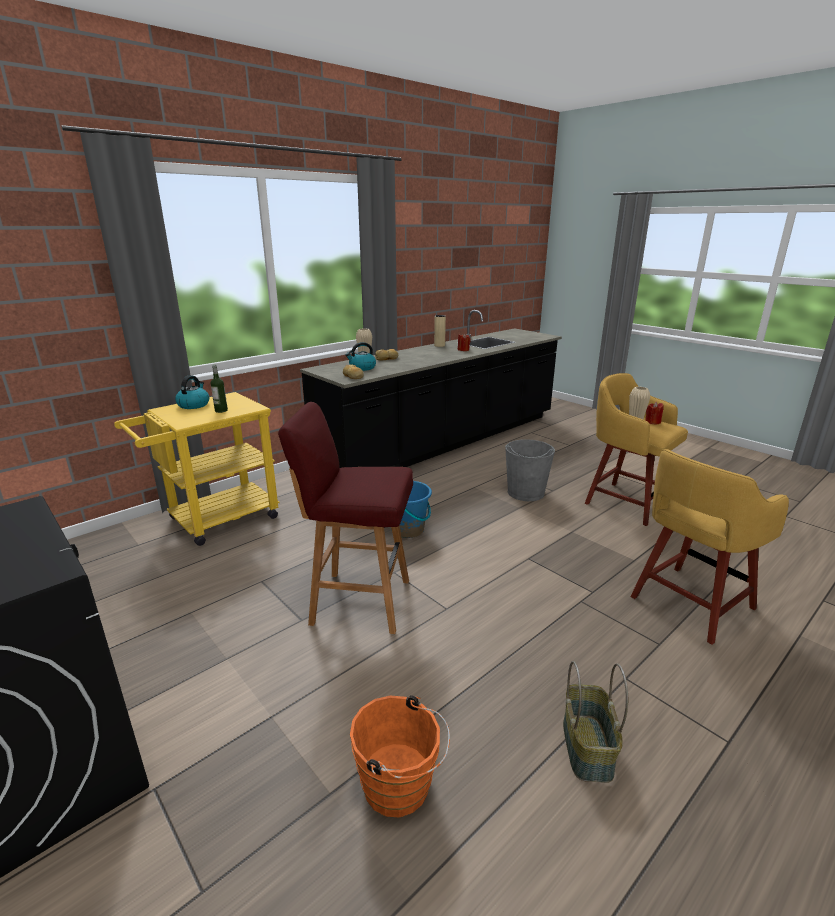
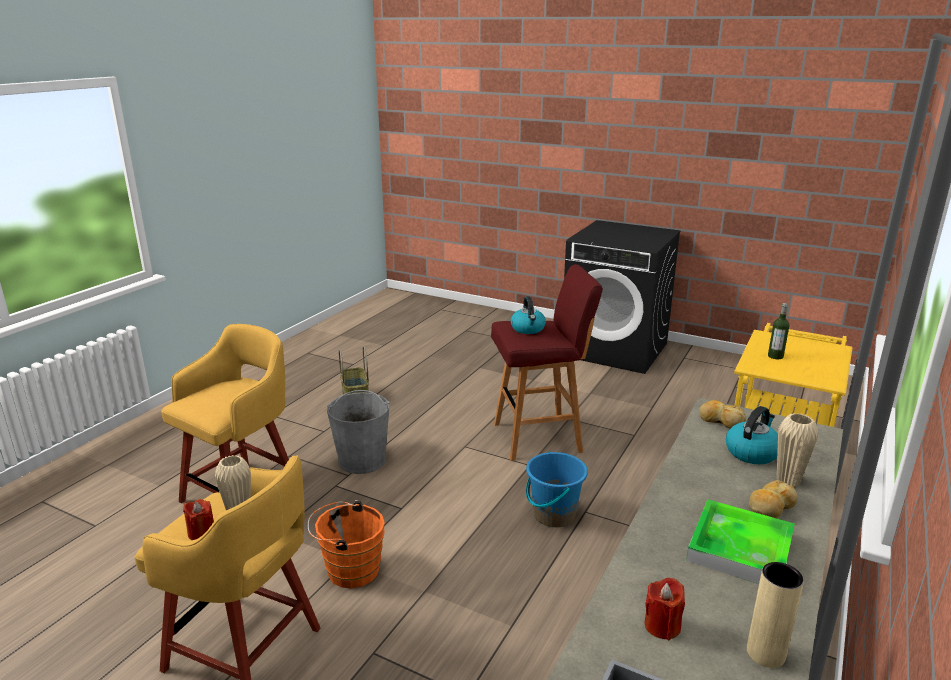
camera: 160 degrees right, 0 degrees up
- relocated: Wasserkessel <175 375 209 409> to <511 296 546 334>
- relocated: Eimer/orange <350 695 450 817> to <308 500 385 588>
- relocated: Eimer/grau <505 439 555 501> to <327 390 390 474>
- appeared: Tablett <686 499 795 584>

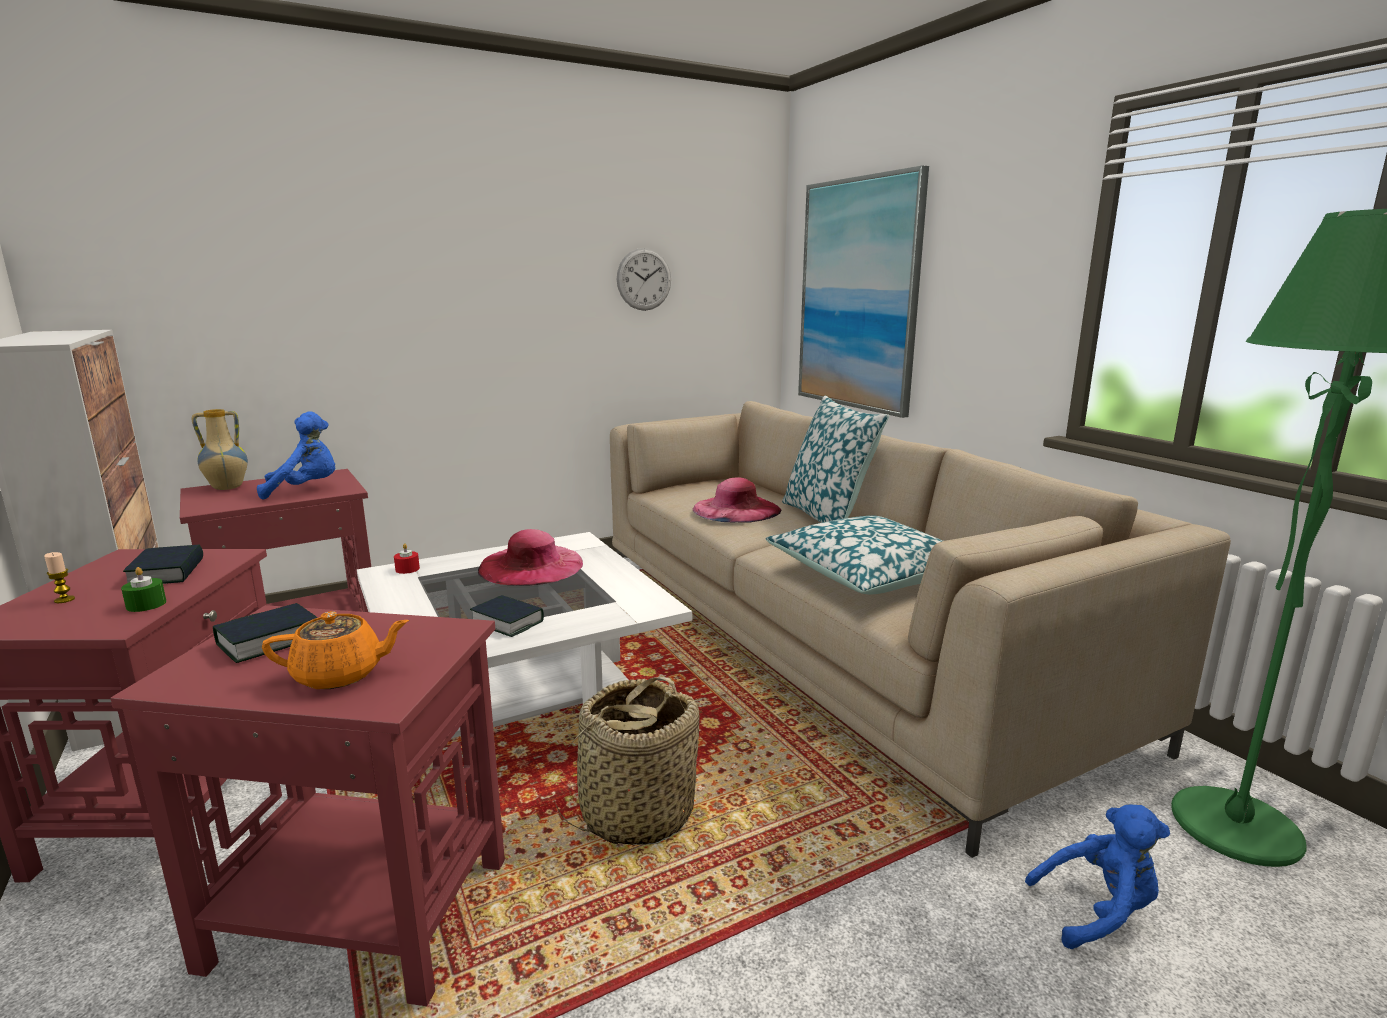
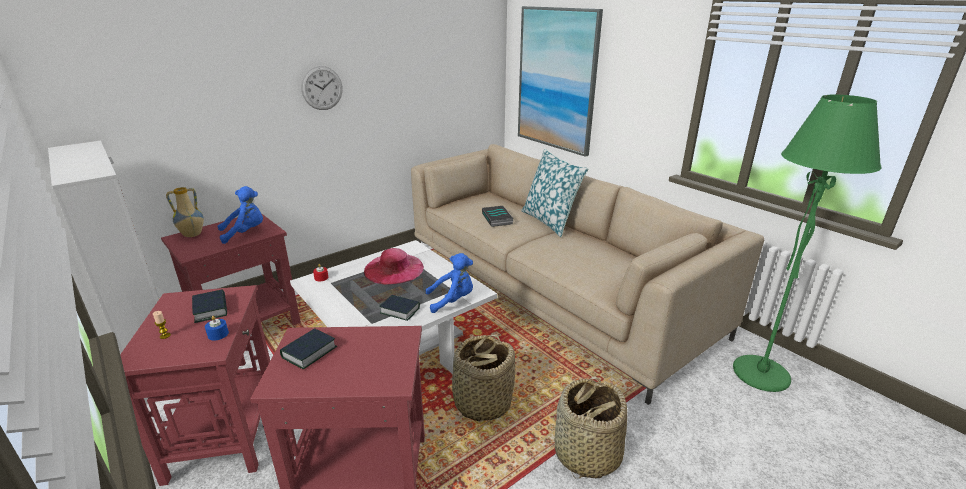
camera: 10 degrees left, 10 degrees up
- colour: Kerze/grün <121 567 167 612> to Kerze/blau <205 316 229 341>
- missing: Teekanne/orange <262 611 409 689>
- relocated: Wanduhr <617 248 671 311> to <301 66 342 110>
- exchanged: Hut/rosa <693 477 781 523> to Buch <482 206 514 227>
- missing: Kissen <766 515 943 594>
- relocated: Plüschtier/blau <1025 805 1170 949> to <425 253 473 313>
- appeared: Korb <554 376 627 478>

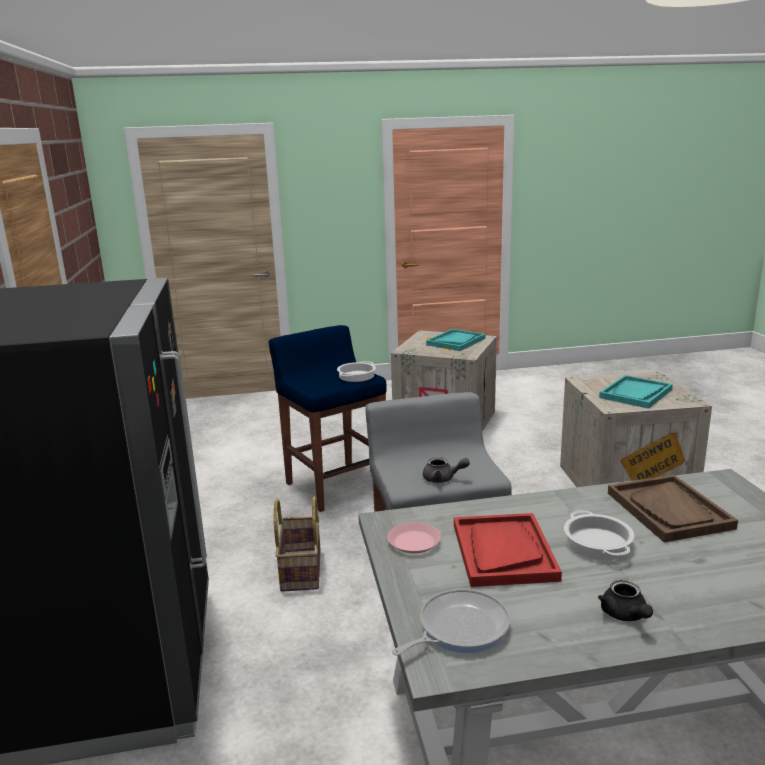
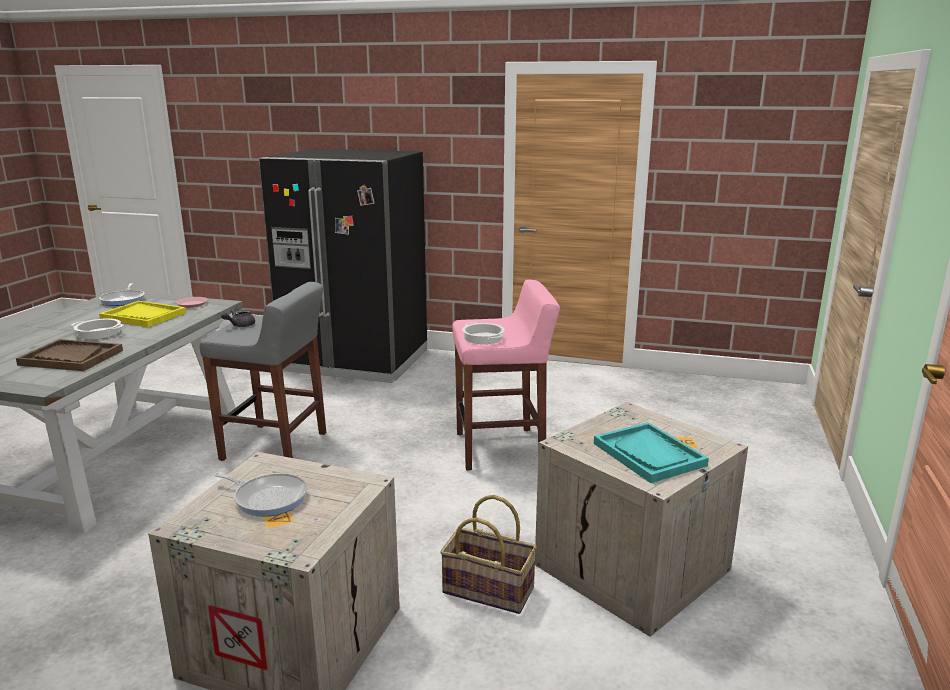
camera: 115 degrees right, 0 degrees up
- colour: Hocker/blau <268 325 387 512> to Hocker/rosa <452 280 560 471>
- relocated: Korb <274 497 321 592> to <440 495 537 614>
- colour: Tablett/rot <454 513 562 587> to Tablett/gelb <99 301 186 327>
- missing: Teekanne/schwarz <598 580 653 621>
- exchanged: Tablett/türkis <599 375 673 409> to Pfanne <214 473 308 517>

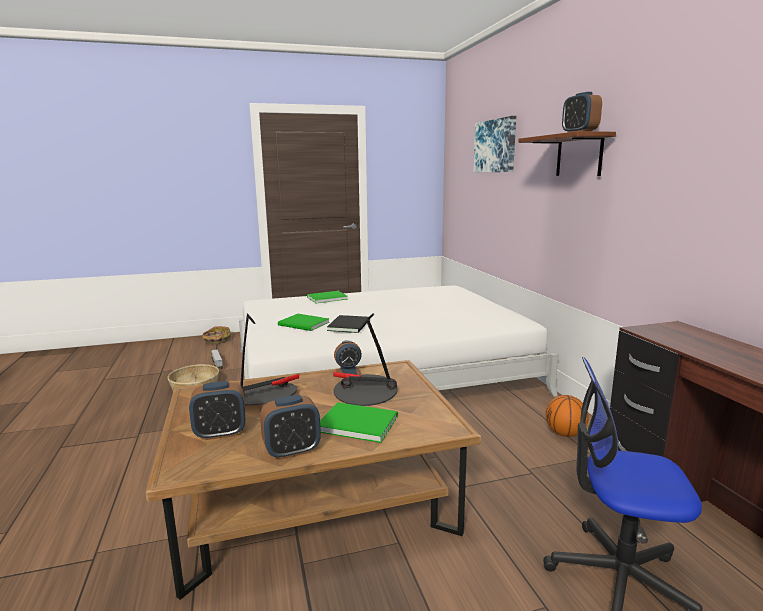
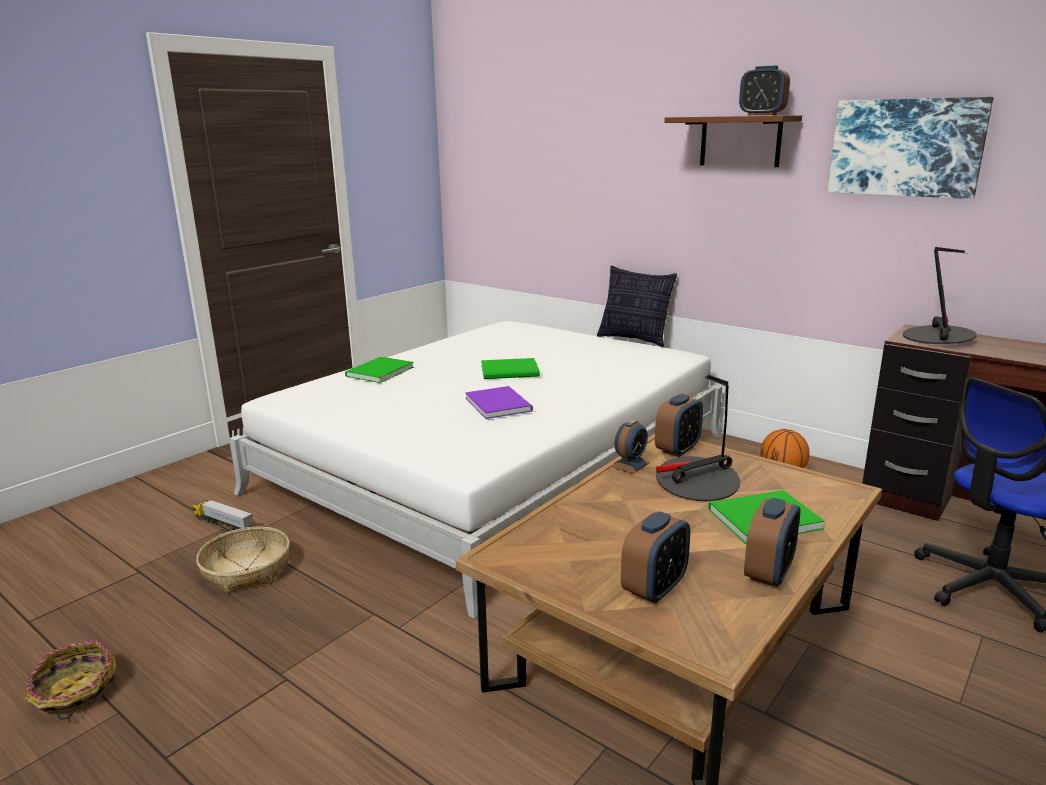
camera: 35 degrees left, 5 degrees up
- relocated: Korb <202 326 231 344> to <23 640 116 720>
- relocated: Tischlampe <240 313 299 406> to <903 247 977 344>
- relocated: Buch/grün <278 314 330 331> to <481 358 540 379>
- colour: Buch/schwarz <327 315 368 333> to Buch/lila <465 386 533 419>
- relocated: Bild <473 116 516 172> to <828 97 993 199>
- appeared: Kissen <597 266 677 347>
- appeared: Wecker <655 394 703 457>

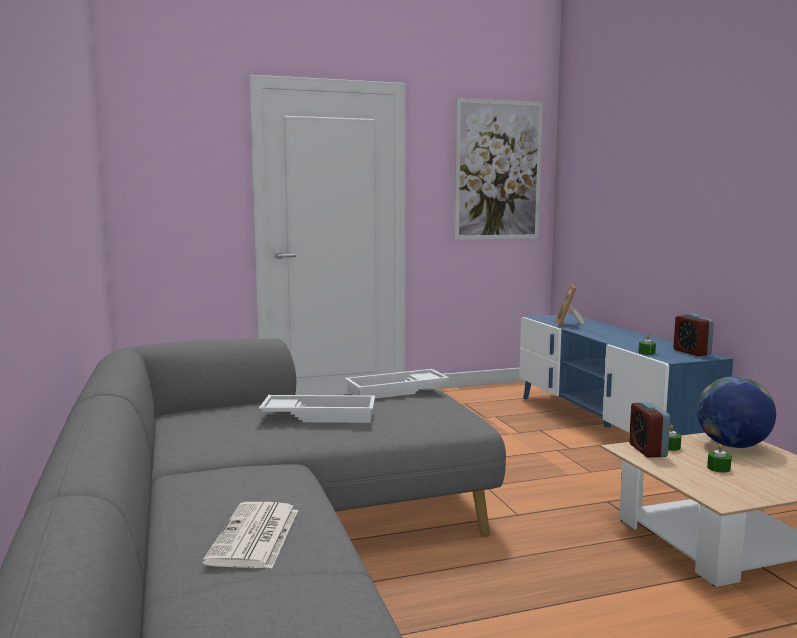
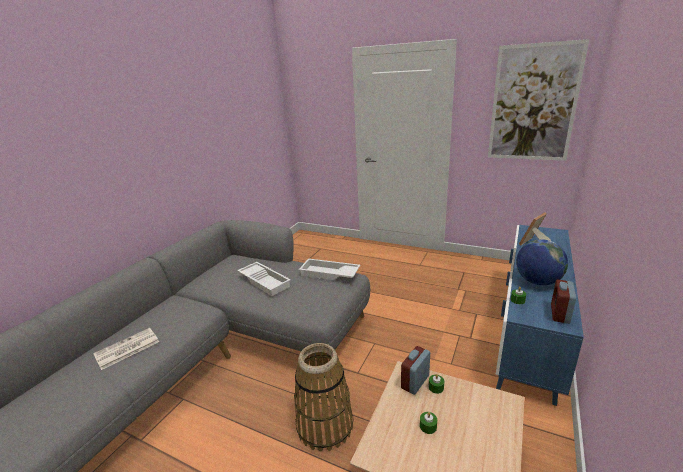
camera: 45 degrees right, 15 degrees up
- relocated: Globus <697 376 776 448> to <516 239 568 285>
- appeared: Korb <294 343 353 452>

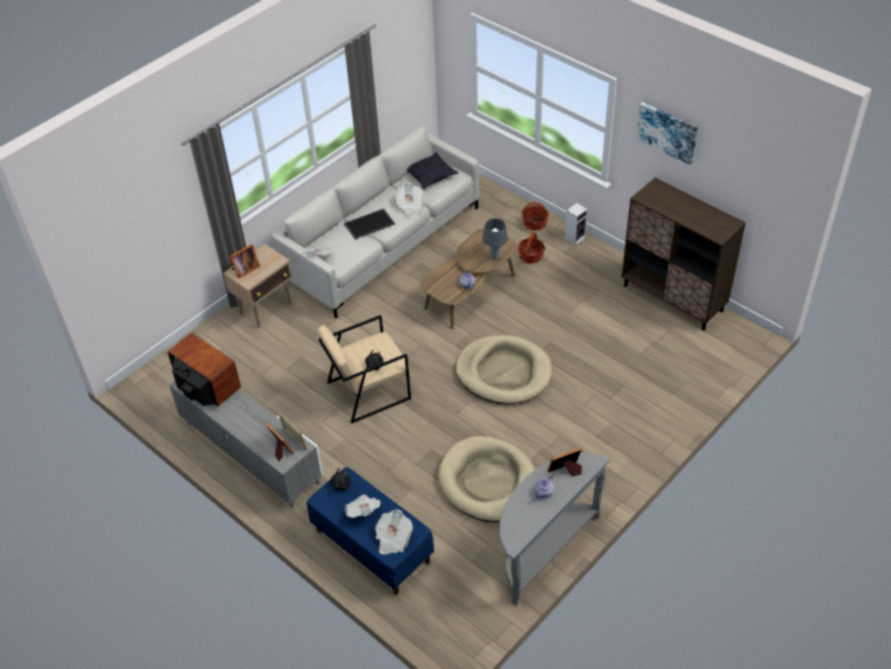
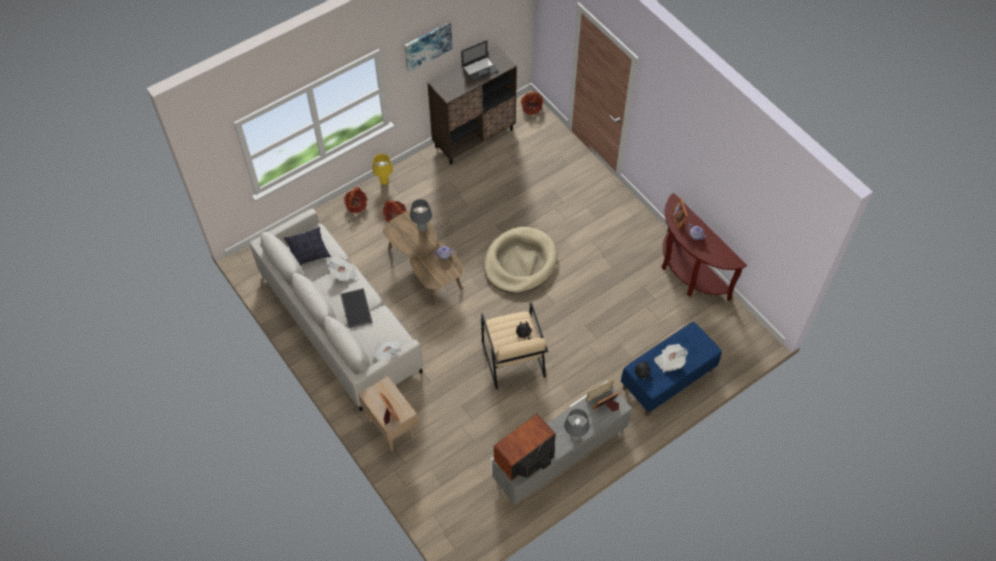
camera: 80 degrees left, 10 degrees up
- missing: Zeitung <375 510 413 554>
- missing: Hundebett/beige <438 436 536 522>
- colour: Konsolentisch/grau <499 453 610 605> to Konsolentisch/braun <662 193 747 301>
- exchanged: Lautsprecher <565 203 588 245> to Tischlampe/gelb <372 154 393 185>
- appeared: Laptop <461 40 499 82>
- appeared: Korb <521 91 543 115>
- appeared: Tischlampe/grau <564 409 590 440>

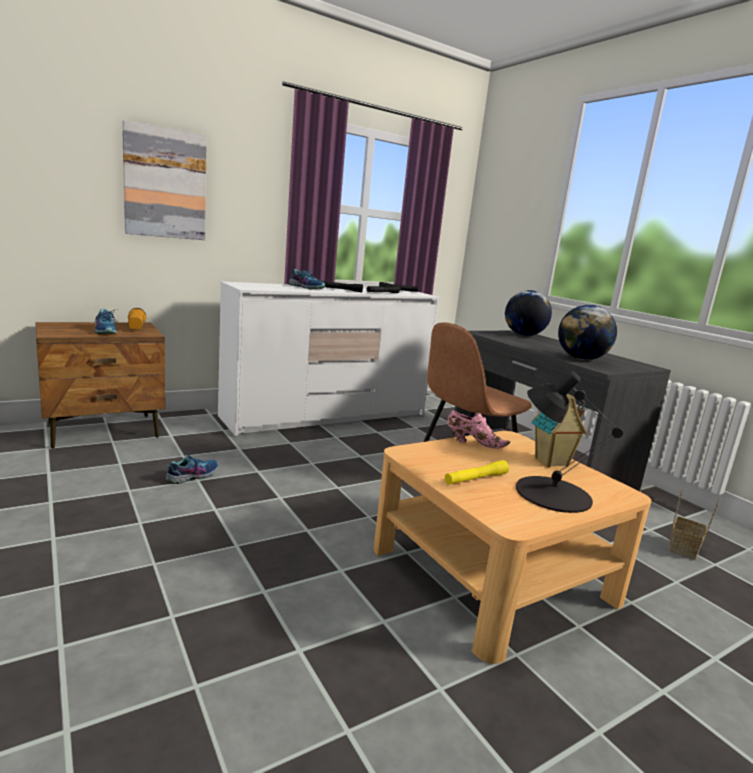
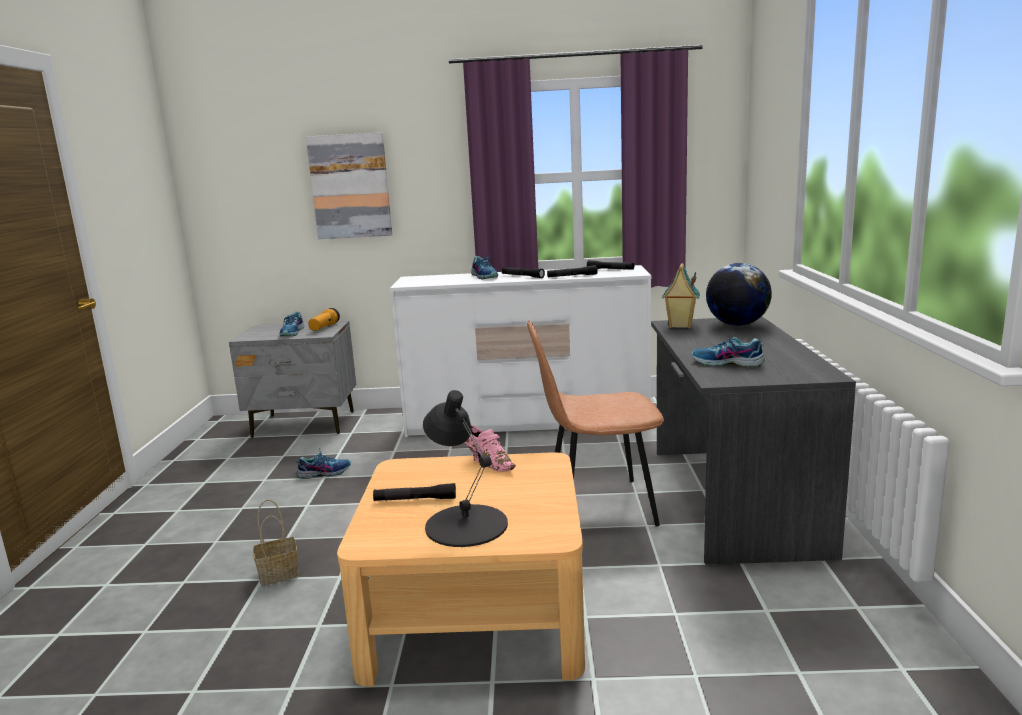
camera: 35 degrees right, 0 degrees up
- colour: Nachttisch/braun <35 322 165 448> to Nachttisch/grau <229 321 356 438>
- colour: Taschenlampe/gelb <445 460 509 485> to Taschenlampe/schwarz <373 483 456 501>
- relocated: Spielzeughaus <532 394 587 467> to <662 263 700 328>
- exchanged: Globus <558 305 617 360> to Schuh <692 337 765 367>
- relocated: Korb <668 486 720 560> to <253 500 299 586>

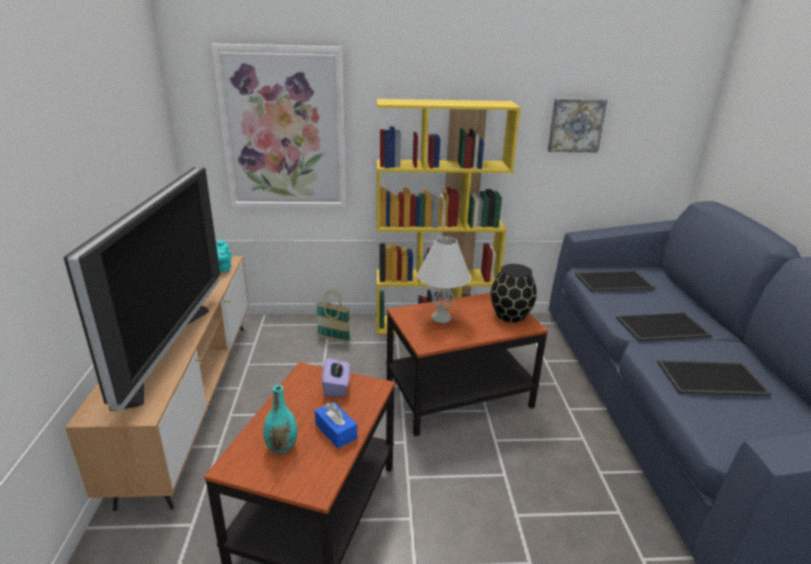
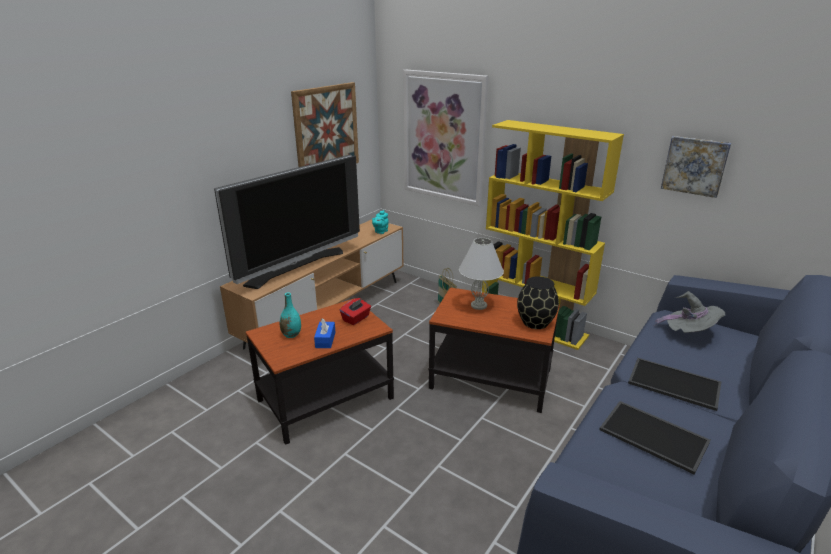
camera: 40 degrees right, 0 degrees up
- colour: Taschentuchbox/lila <322 358 350 397> to Taschentuchbox/rot <340 298 371 325>
- exchanged: Tablett <575 270 655 292> to Hut/grau <654 291 725 333>
- appeared: Bild <291 82 359 167>

